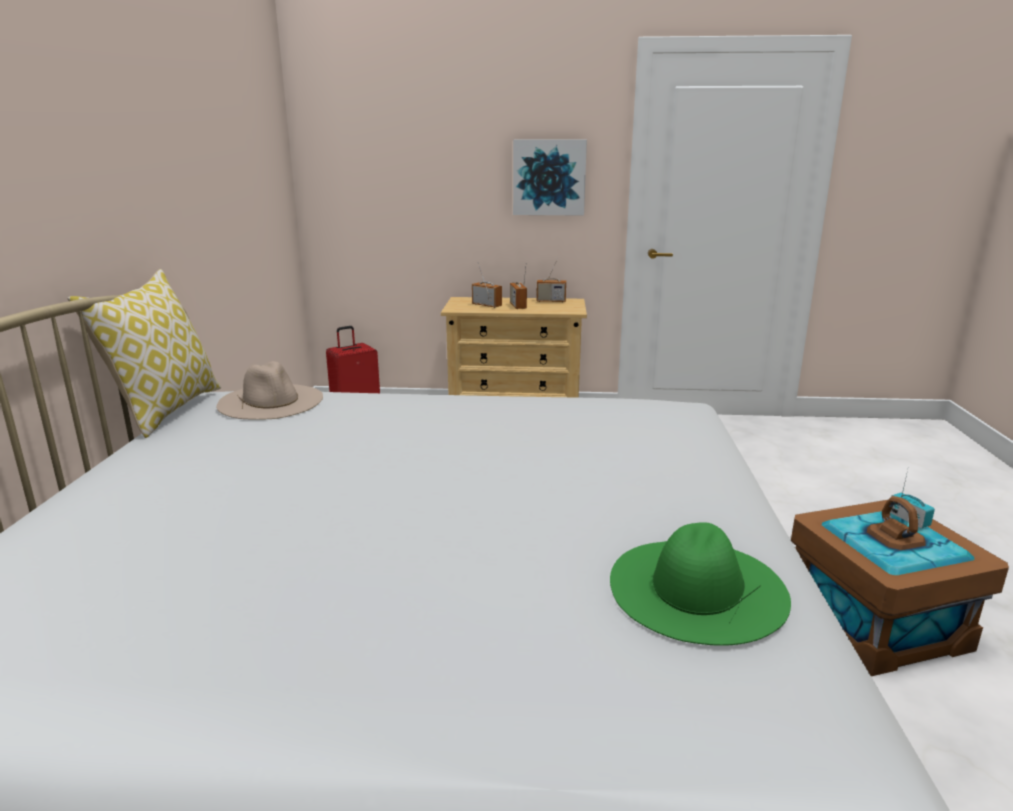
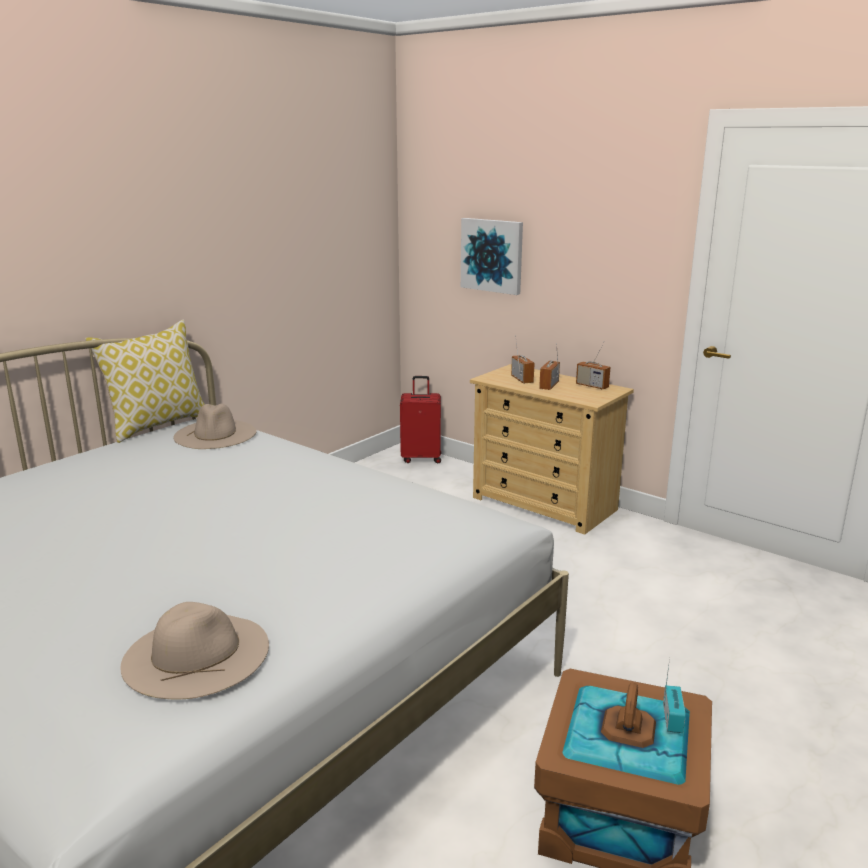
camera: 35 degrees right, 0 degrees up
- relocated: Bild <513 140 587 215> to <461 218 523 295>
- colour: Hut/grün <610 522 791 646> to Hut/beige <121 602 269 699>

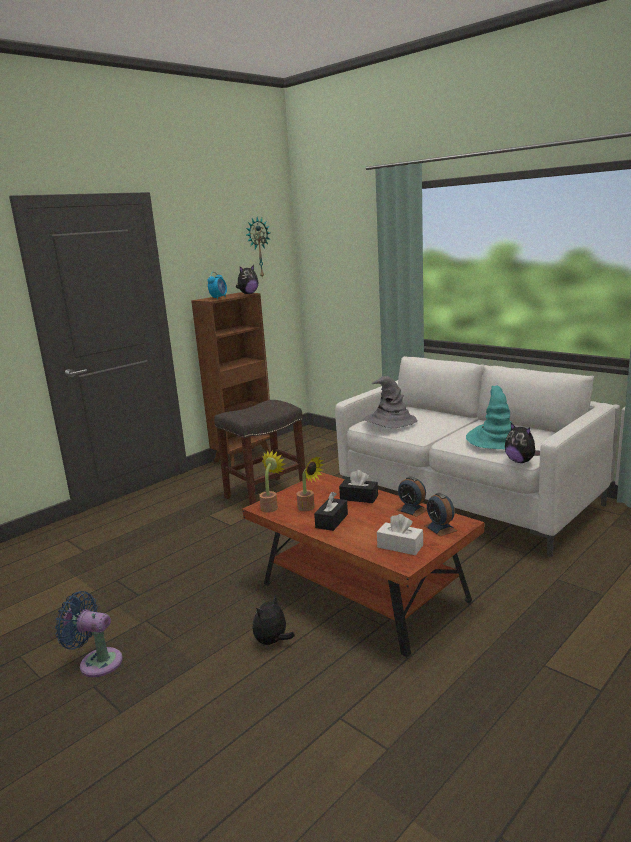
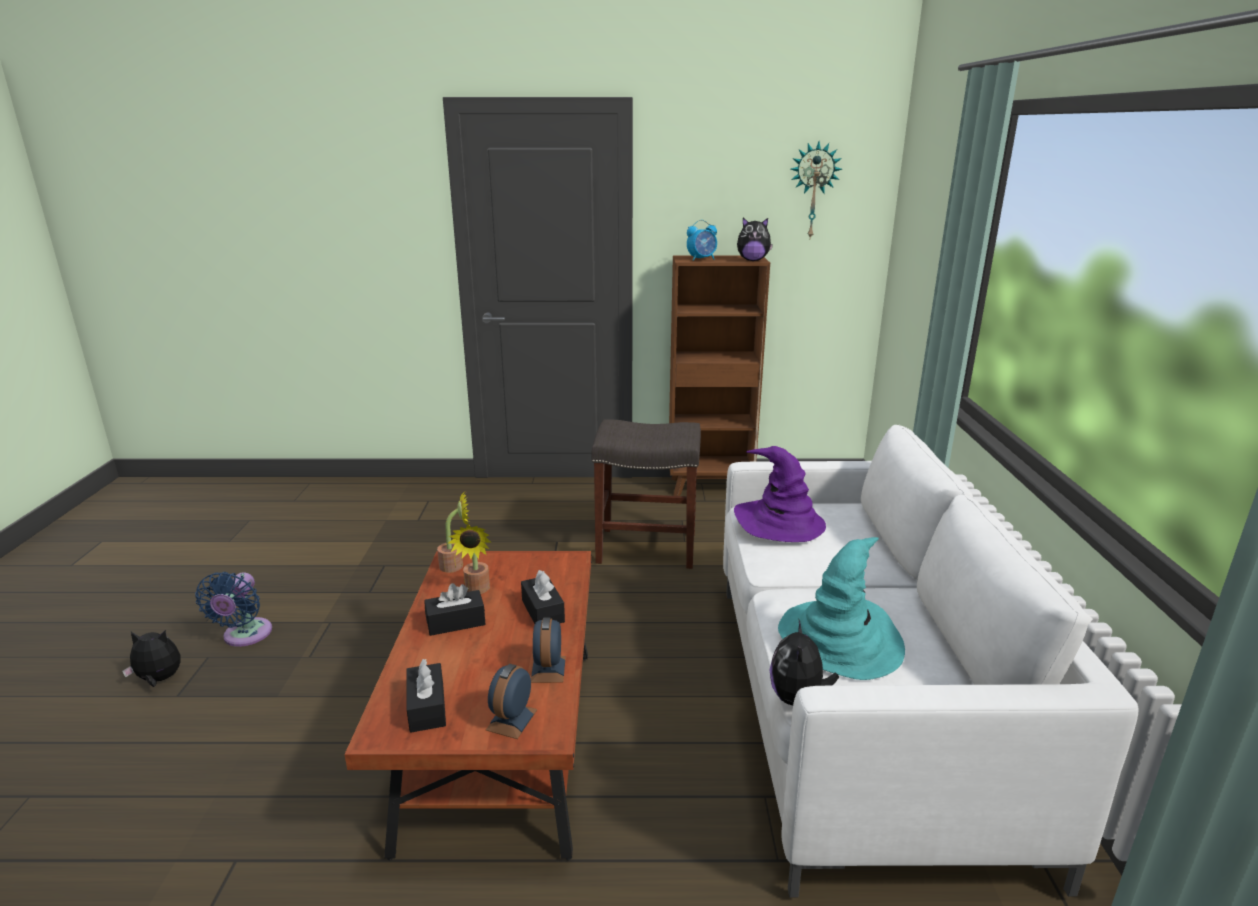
camera: 45 degrees right, 5 degrees up
- spun: Ventilator/blau <55 591 123 677> = <195 572 272 647> 150 degrees counterclockwise
- relocated: Plüschtier <253 594 295 646> to <122 630 180 687>
- colour: Hut/grau <363 376 418 428> to Hut/lila <734 446 826 542>
- colour: Taschentuchbox/weiß <377 514 423 555> to Taschentuchbox/schwarz <406 659 446 733>

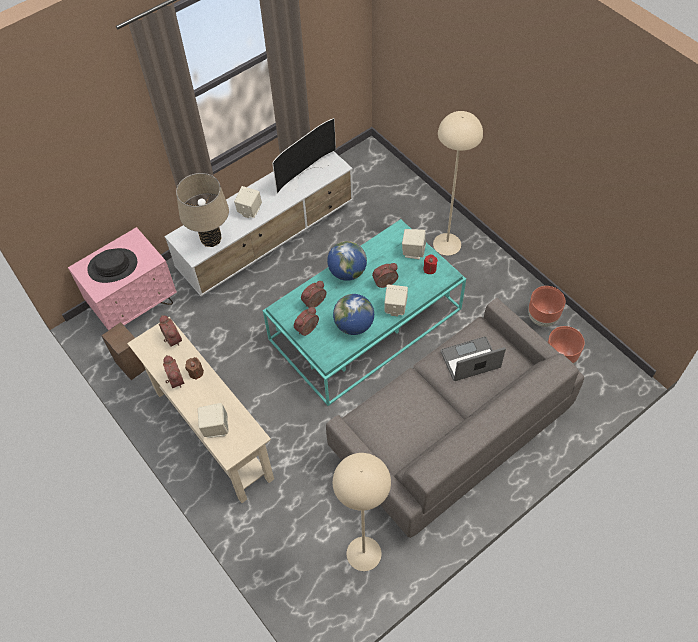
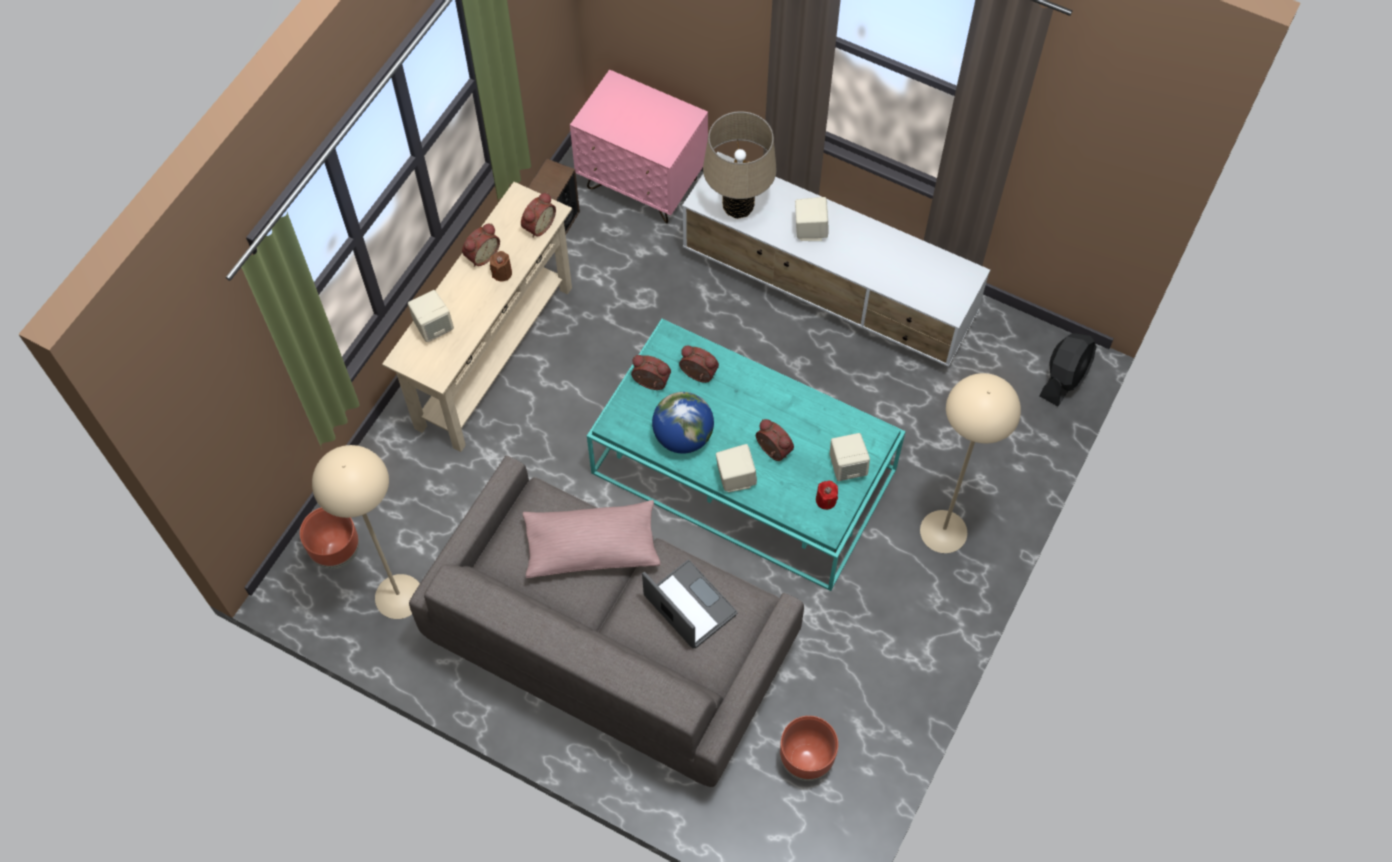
camera: 65 degrees right, 5 degrees up
- missing: Hut/schwarz <87 248 137 283>
- missing: Fernseher <272 118 336 194>
- missing: Globus <327 241 367 281>
- relocated: Pflanzkübel/braun <528 286 565 327> to <300 508 359 569>
- appeared: Kissen/rosa <523 500 661 578>
- appeared: Ventilator/schwarz <1040 333 1096 406>

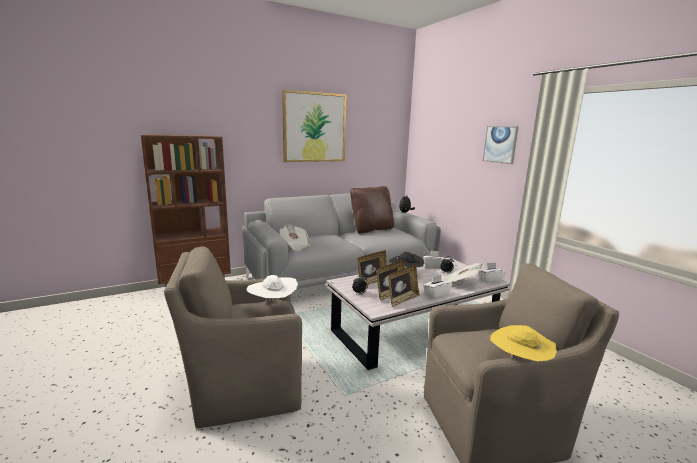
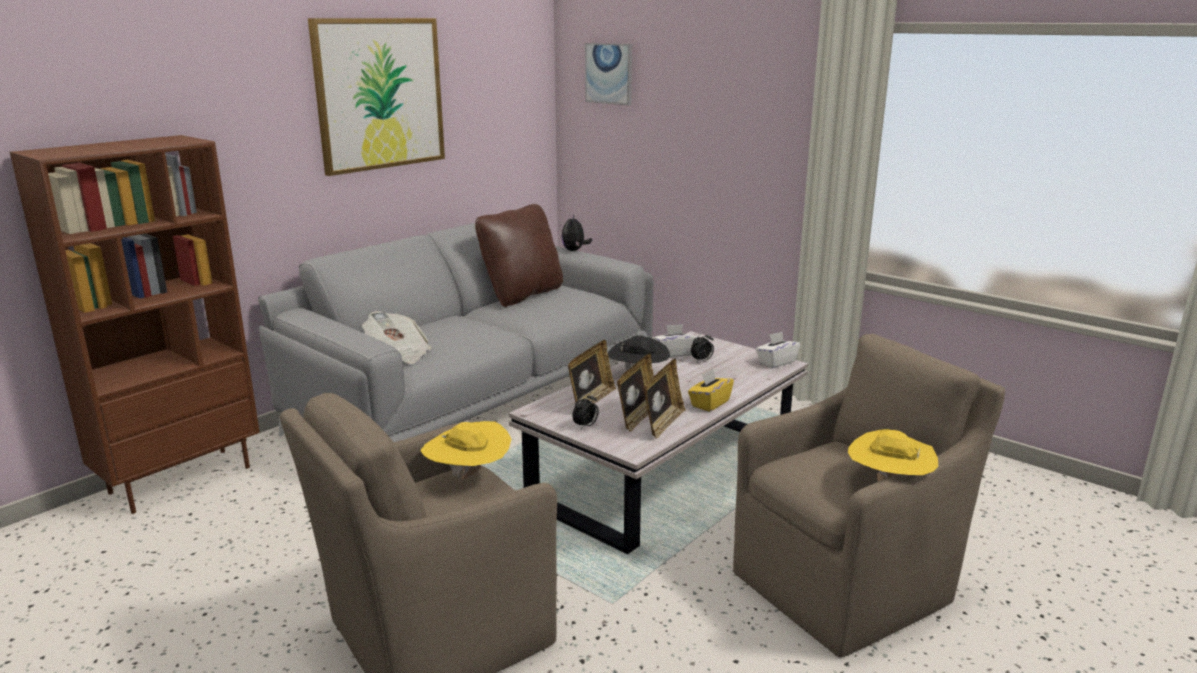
camera: 20 degrees left, 5 degrees up
- colour: Hut/weiß <247 275 298 306> to Hut/gelb <420 421 511 480>
- colour: Taschentuchbox/weiß <423 275 452 299> to Taschentuchbox/gelb <688 368 734 412>
- missing: Zeitung <441 263 484 283>
- relocated: Bild <483 126 519 164> to <585 43 632 105>

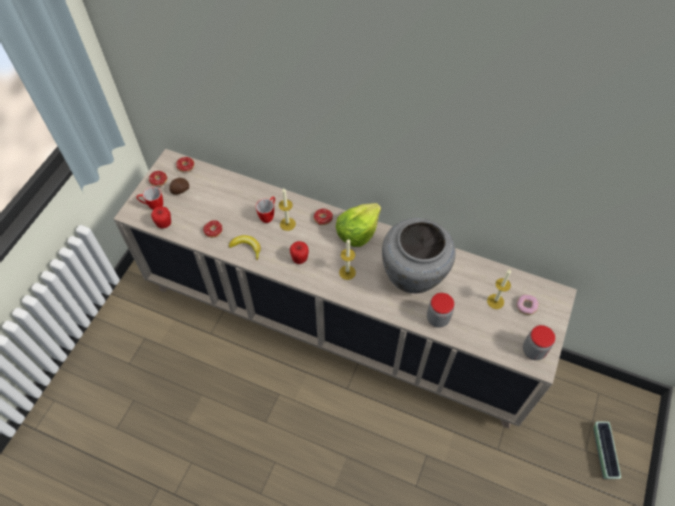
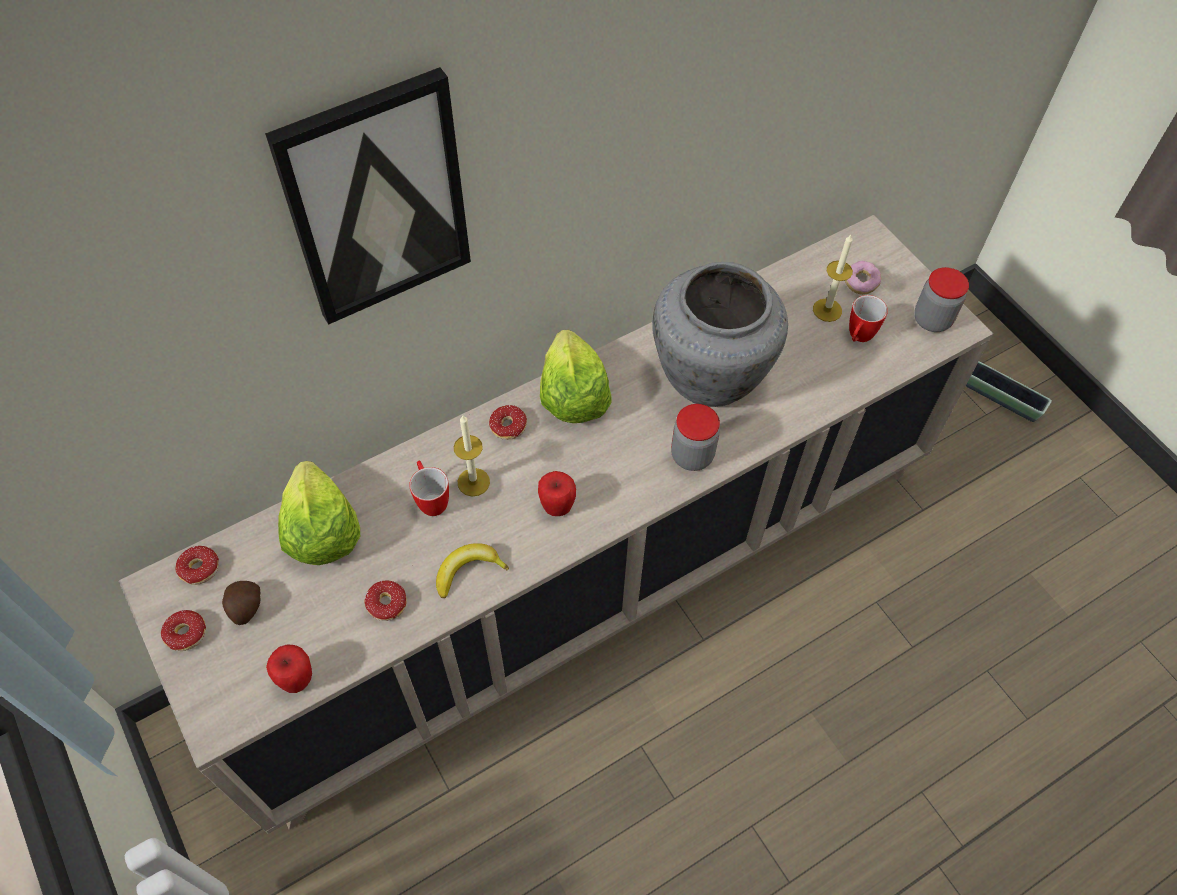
camera: 55 degrees left, 0 degrees up
- relocated: Henkelbecher <137 186 163 210> to <849 295 888 342>
- missing: Kerze <339 238 356 280>
- relocated: Vorratsglas <427 293 454 328> to <671 404 720 471>
- appeared: Bild <265 67 471 325>
- appeared: Salatkopf <278 461 360 565>

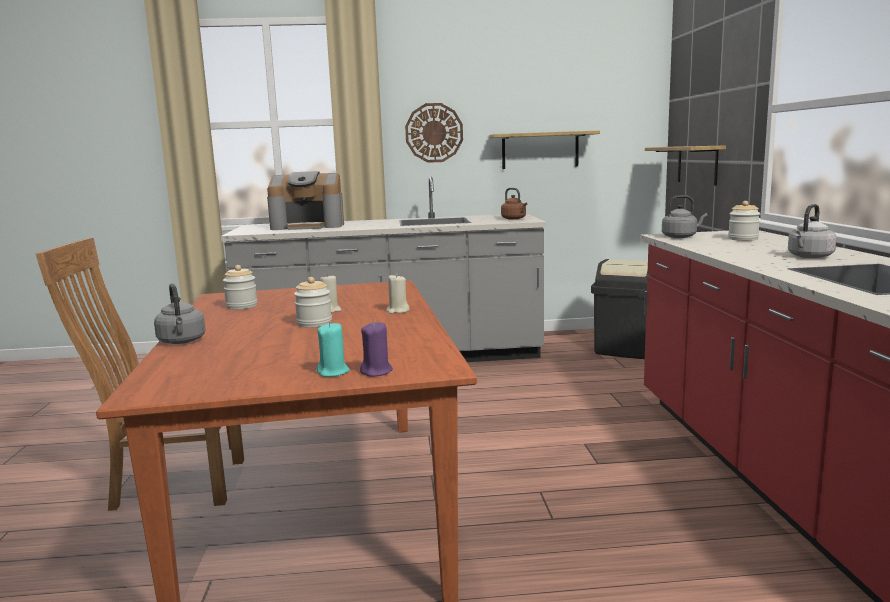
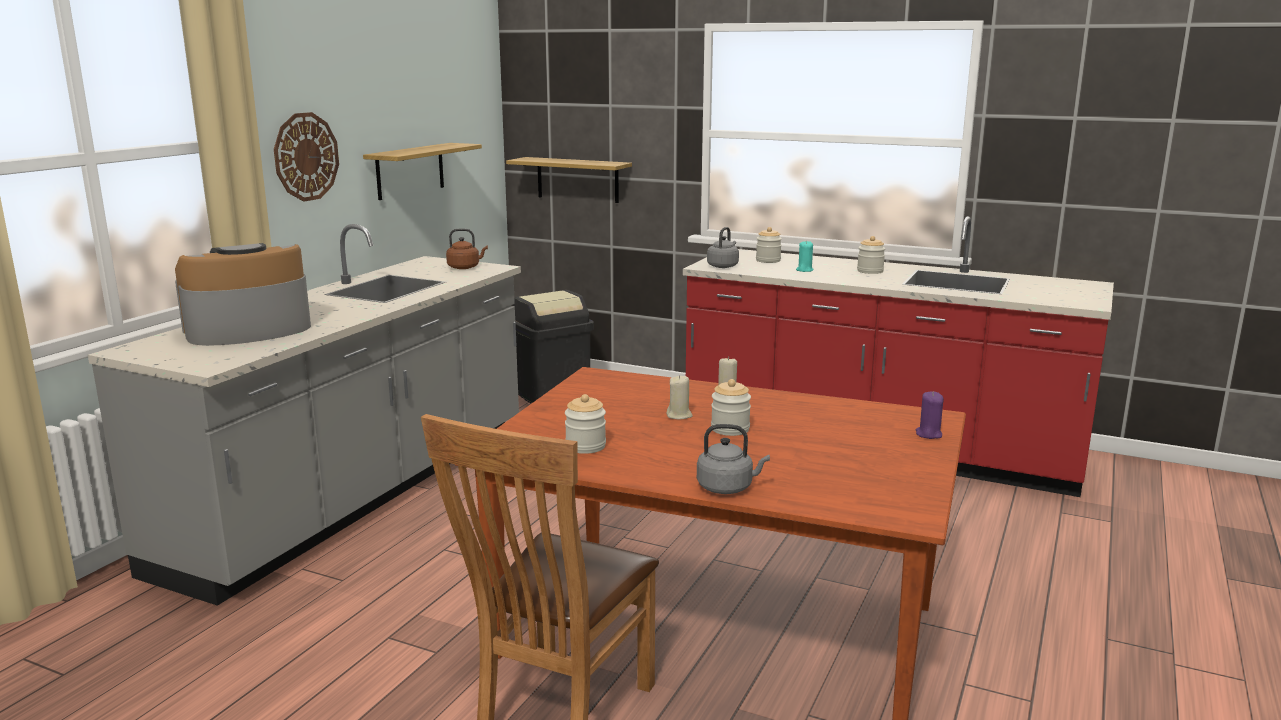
camera: 60 degrees left, 5 degrees up
- spun: Kaffeemaschine <267 171 344 230> = <175 243 311 346> 150 degrees counterclockwise
- relocated: Kerze/türkis <317 322 350 377> to <796 241 813 272>
- exchanged: Wasserkessel/grau <788 204 837 258> to Vorratsglas <857 236 886 274>

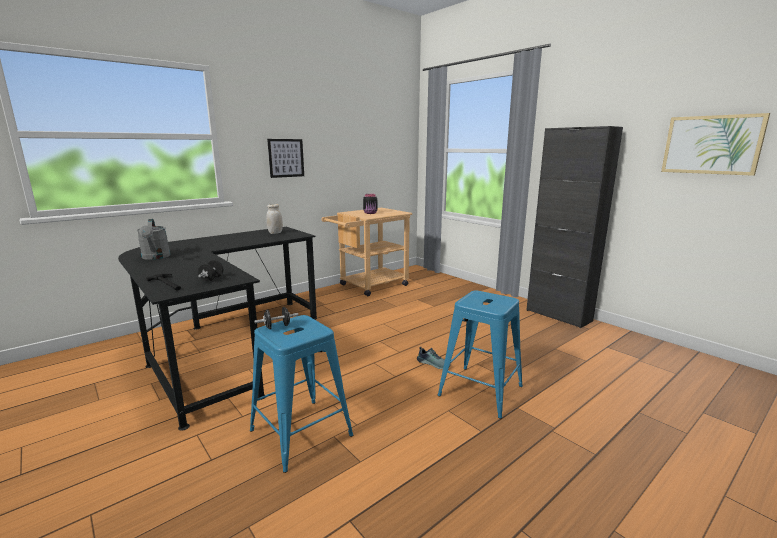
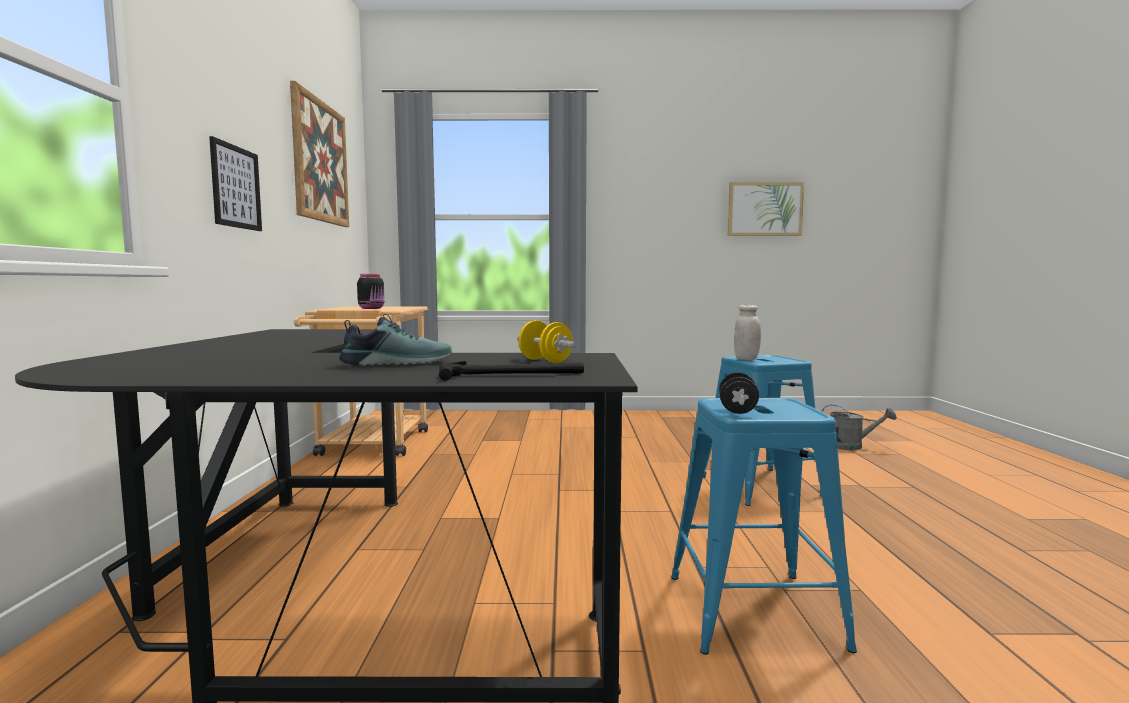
camera: 50 degrees left, 10 degrees down
- relocated: Gießkanne/grau <137 219 171 260> to <821 405 897 450>
- colour: Hantel/schwarz <198 260 223 281> to Hantel/gelb <517 320 576 363>
- relocated: Vorratsglas/weiß <266 204 283 234> to <734 305 761 360>
- relocated: Schuh <417 346 451 370> to <339 314 452 366>
- missing: Schrank/schwarz <526 126 623 328>
- appeared: Bild <290 81 349 227>

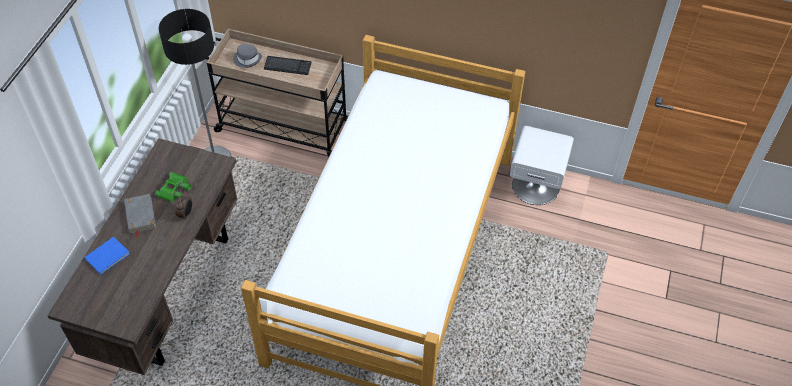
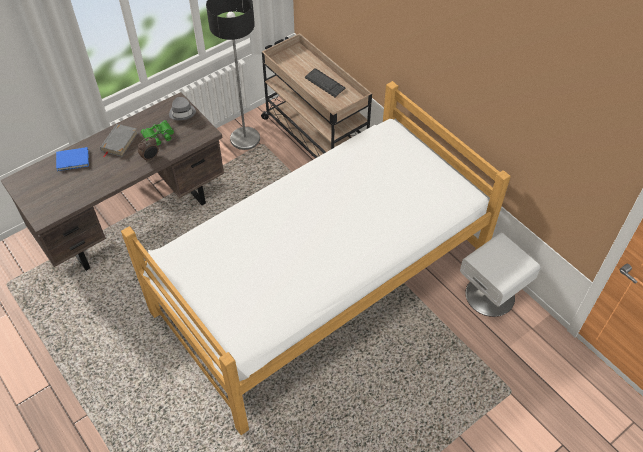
camera: 35 degrees right, 0 degrees up
- relocated: Hut/grau <233 44 262 68> to <169 97 196 120>

